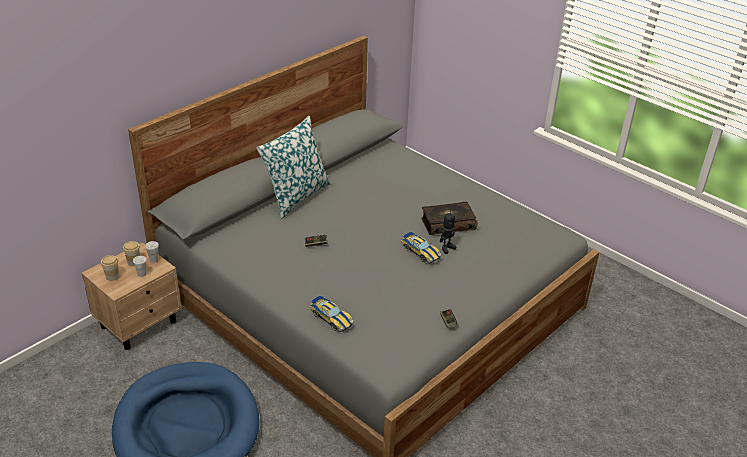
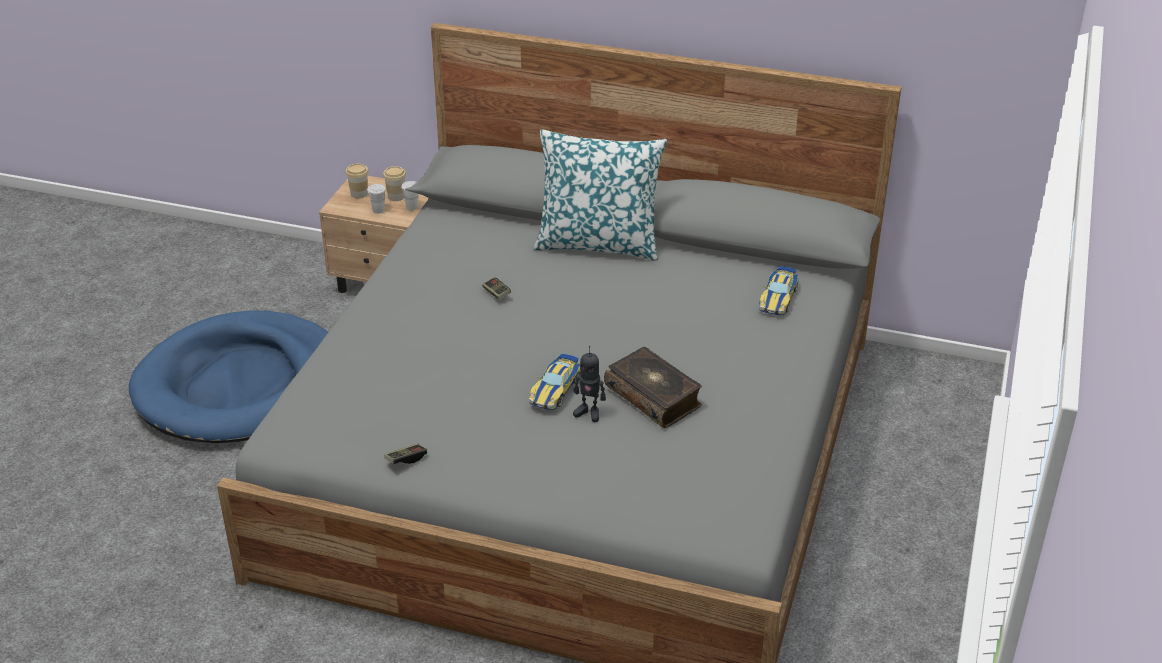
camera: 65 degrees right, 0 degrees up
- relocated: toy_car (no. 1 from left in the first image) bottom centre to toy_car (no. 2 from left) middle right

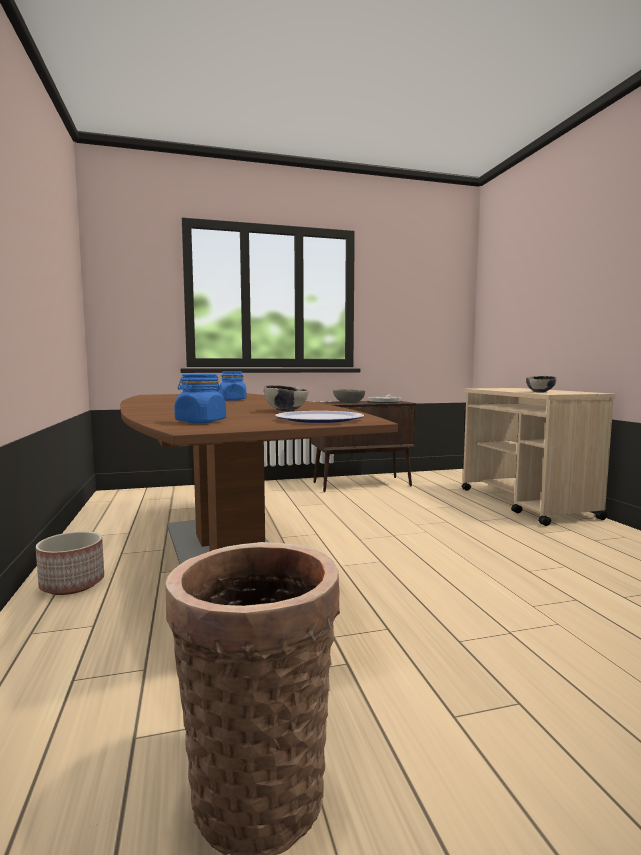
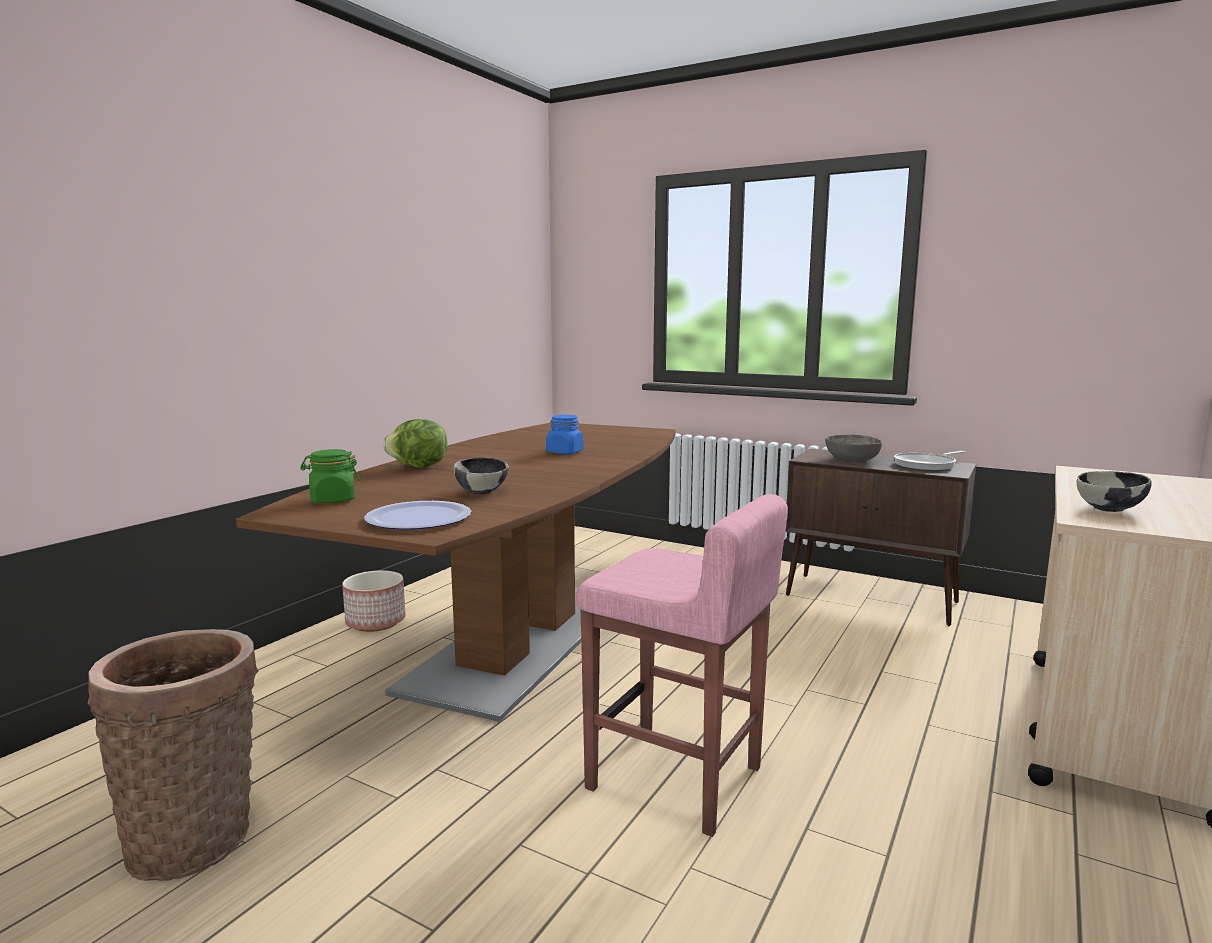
camera: 45 degrees right, 5 degrees up
- colour: blue_jar (no. 1 from left) middle left to green_jar middle left
- appeared: lettuce centre
- appeared: pink_stool bottom centre

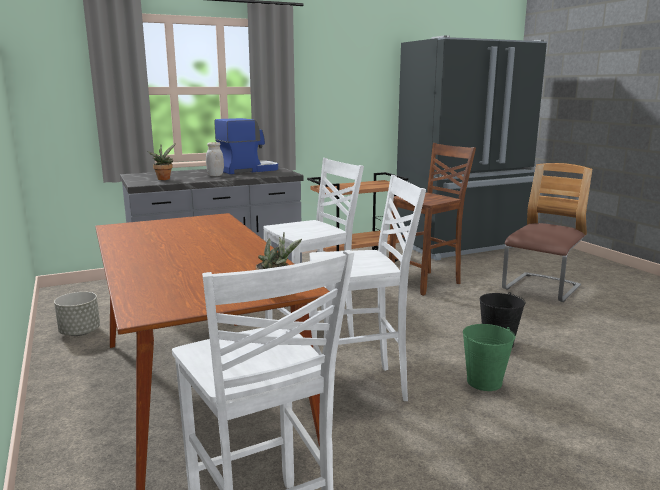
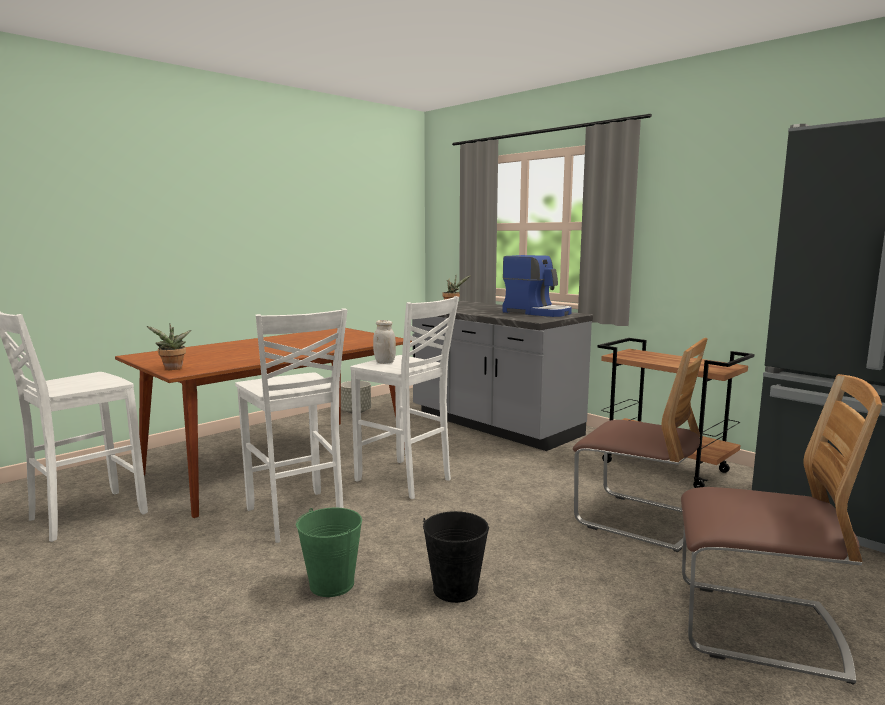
camera: 70 degrees right, 5 degrees down
- relocated: white_jar top left to centre
- exchanged: brown_stool centre to chair (no. 1 from left) middle right

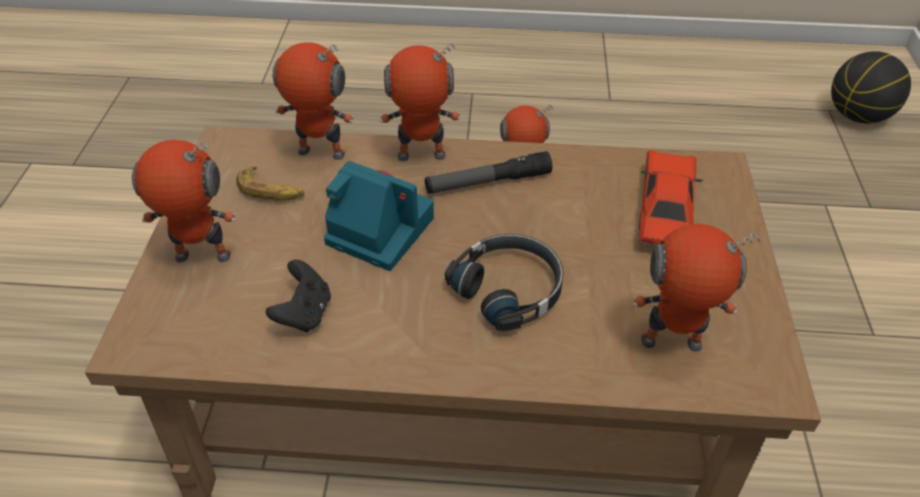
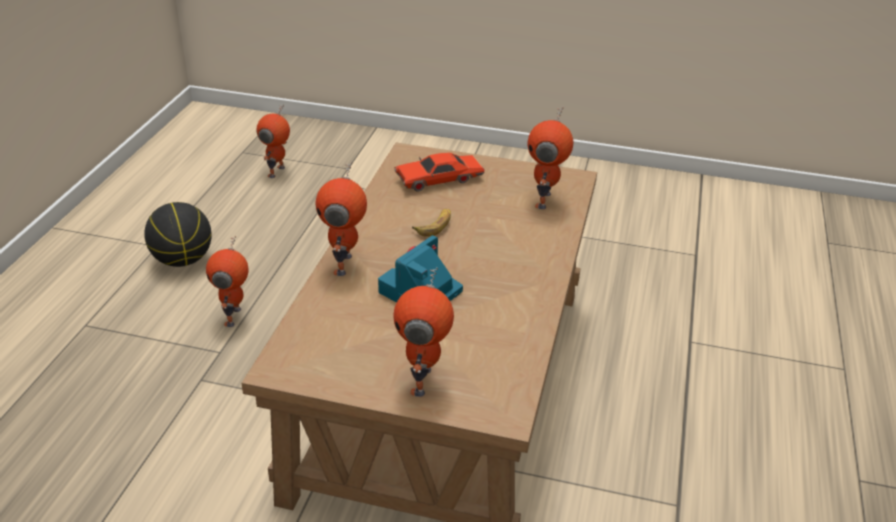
camera: 80 degrees left, 10 degrees down
- relocated: basketball top right to middle left
- relocated: toy_robot (no. 2 from left) top centre to top left
- spun: red_toy_car middle right = top centre 45 degrees counterclockwise
- relocated: banana middle left to centre
- missing: black_game_controller middle left
- missing: flashlight centre
- missing: black_headphones centre

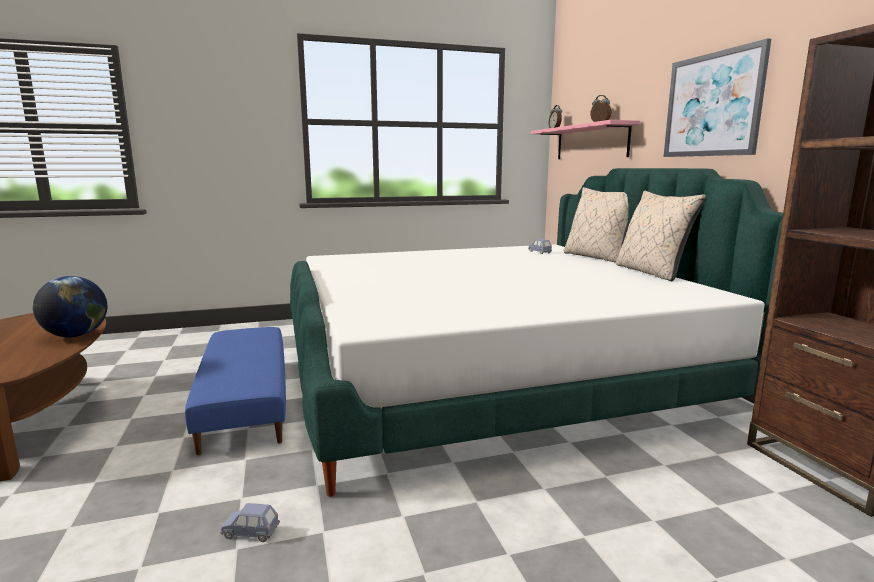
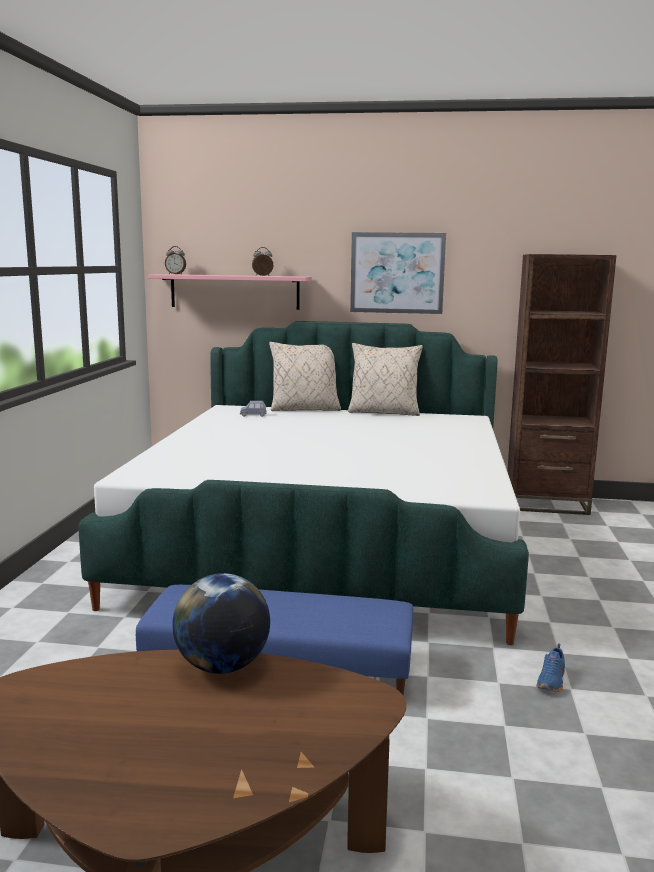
camera: 65 degrees left, 0 degrees up
- exchanged: blue_toy_car (no. 1 from left) bottom left to blue_shoe bottom right

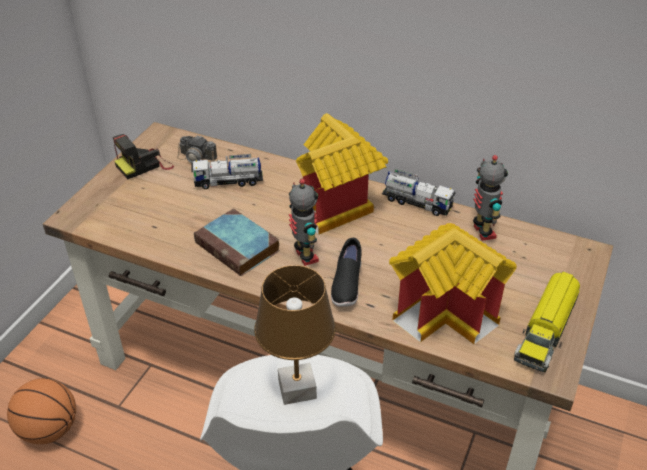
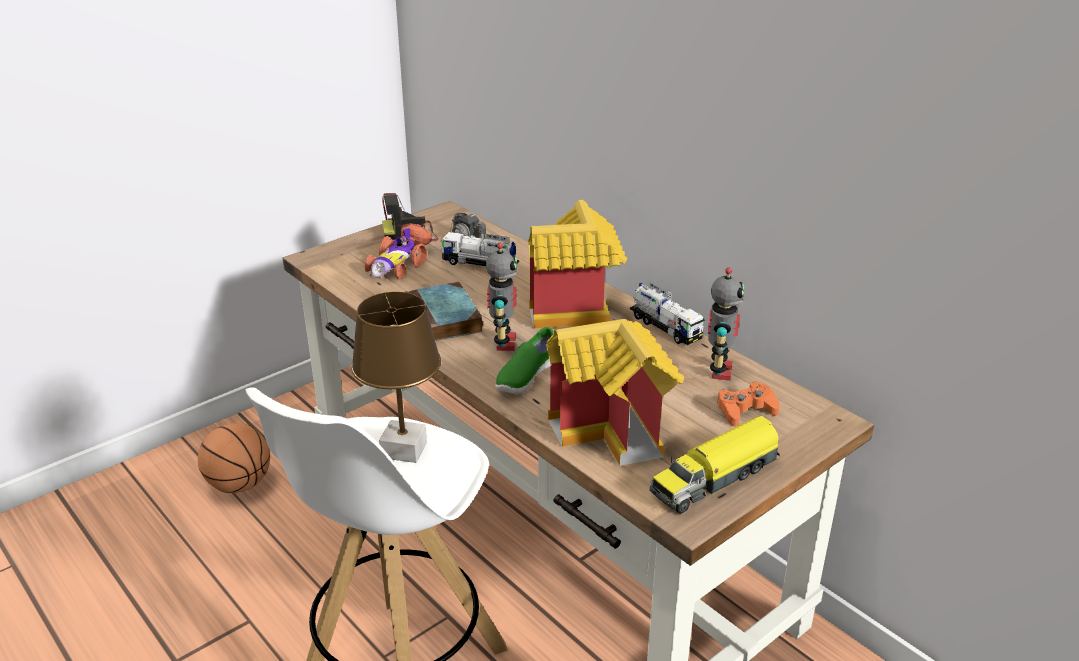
camera: 25 degrees right, 10 degrees down
- appeared: toy_car centre
- colour: black_shoe centre to green_shoe centre
- appeared: orange_game_controller middle right

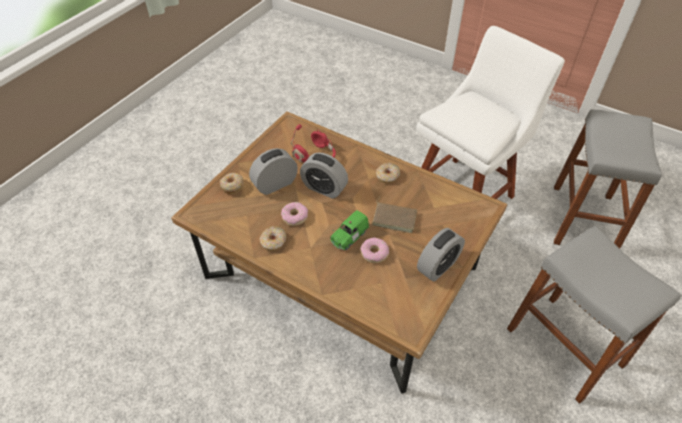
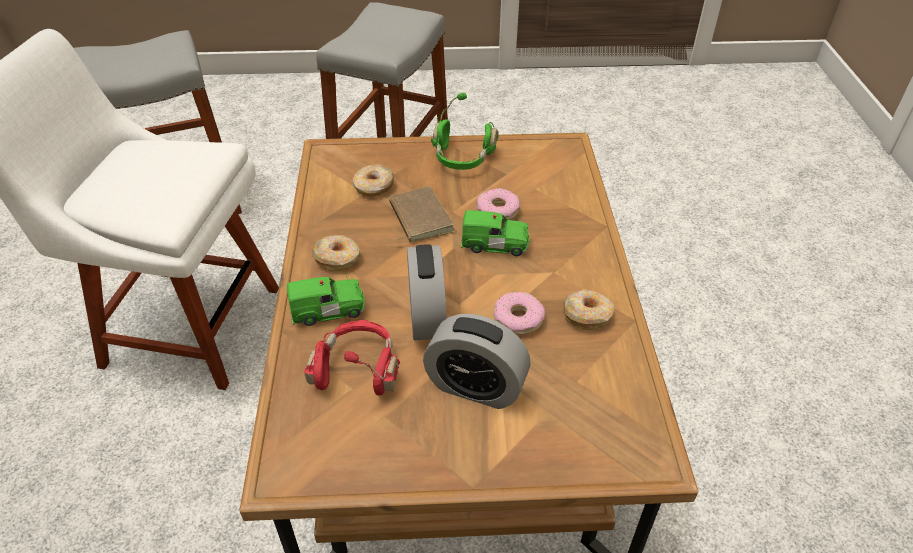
camera: 125 degrees left, 5 degrees down
- appeared: green_toy_car (no. 1 from left) centre
- relocated: donut (no. 1 from left in the first image) centre to donut (no. 2 from left) top centre
- exchanged: alarm_clock (no. 3 from left) centre to green_headphones top centre

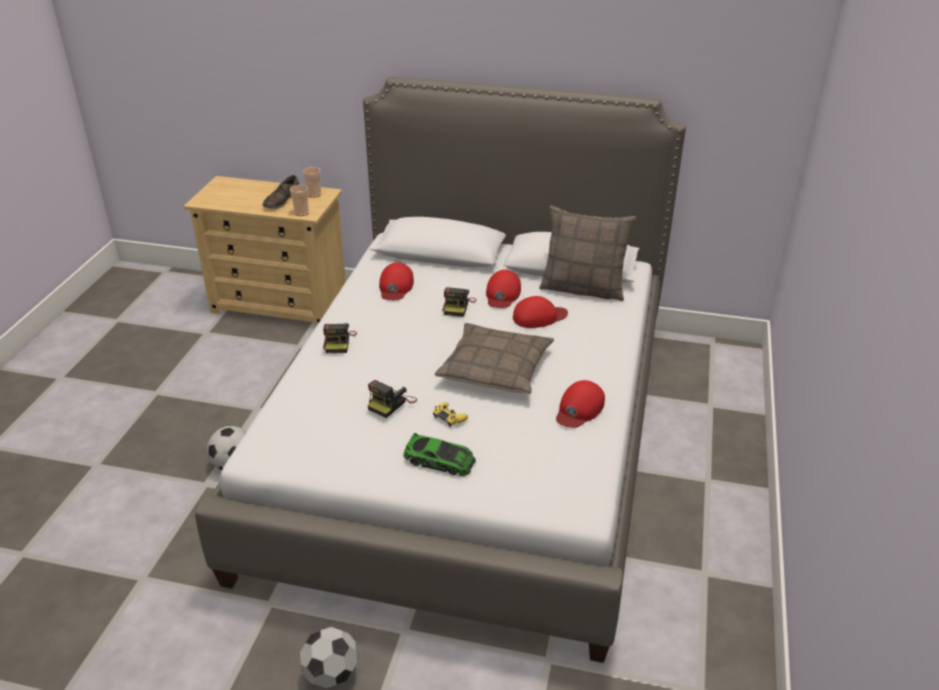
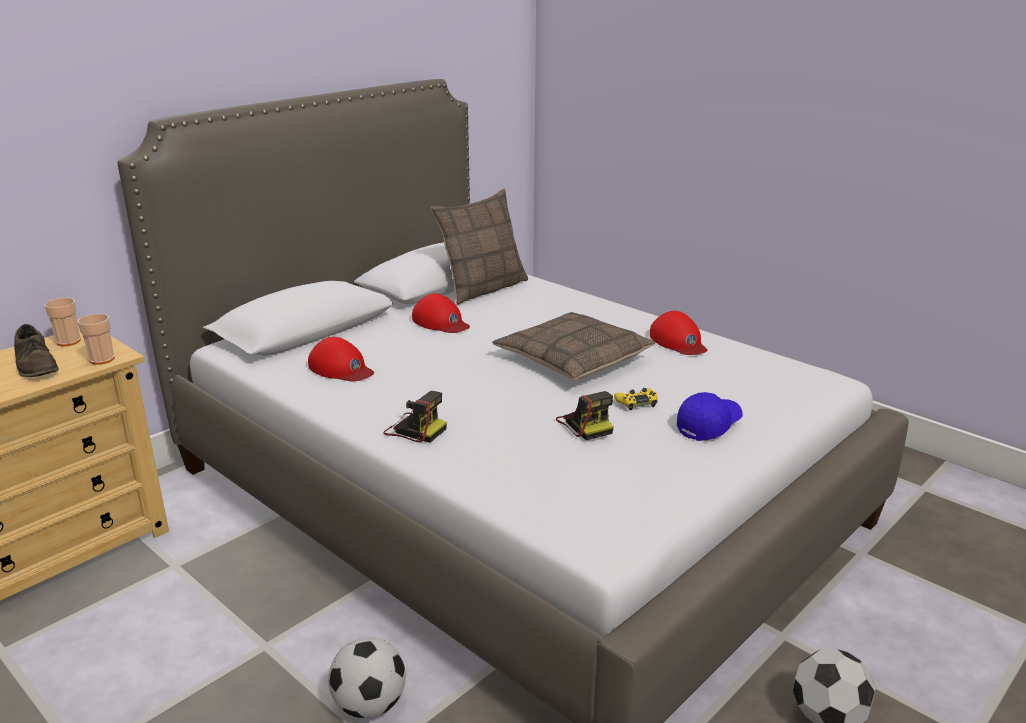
camera: 60 degrees left, 10 degrees down
- exchanged: toy_car centre to blue_cap middle right
- missing: photo_camera (no. 3 from left) centre
- missing: red_cap (no. 3 from left) centre

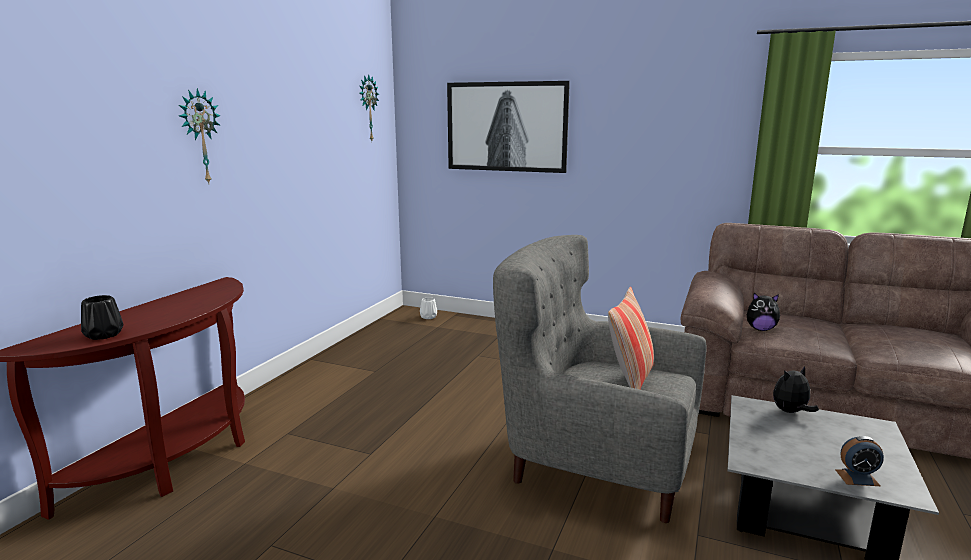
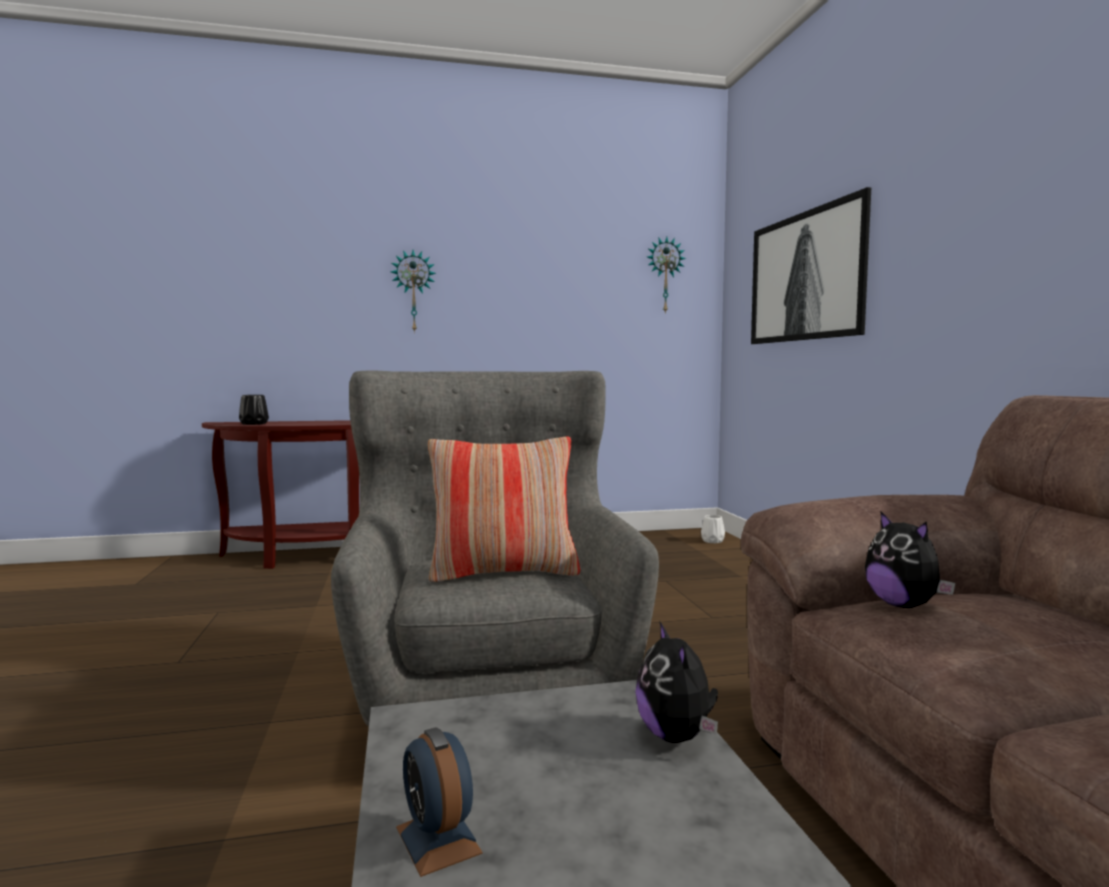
camera: 55 degrees right, 10 degrees down
- spun: plush_toy (no. 2 from left in the first image) bottom right = bottom centre 135 degrees counterclockwise

